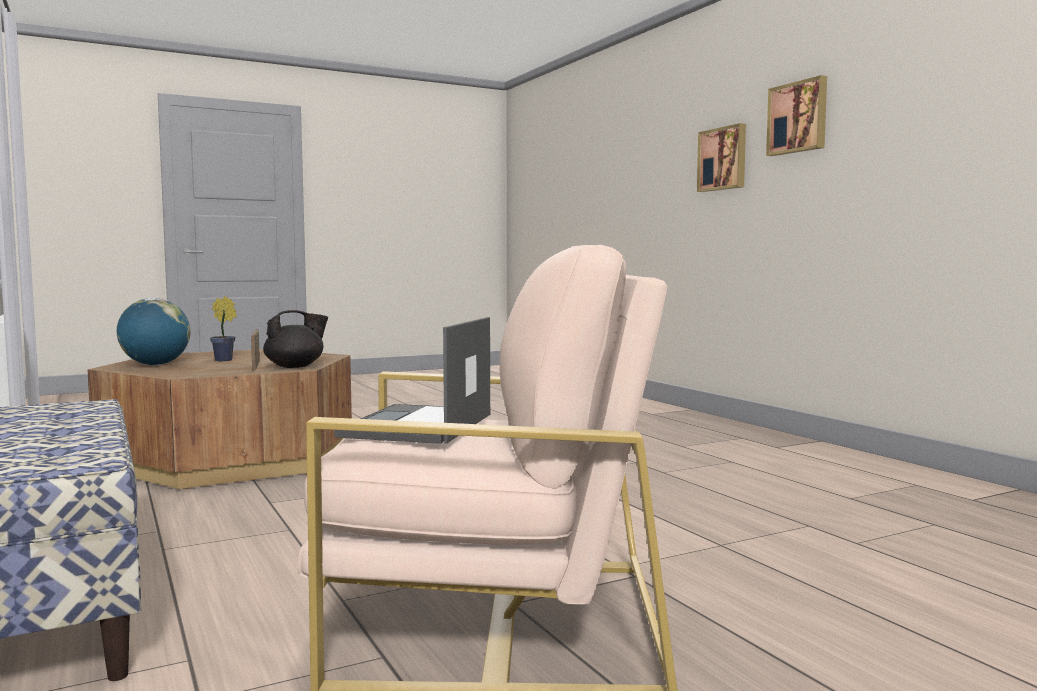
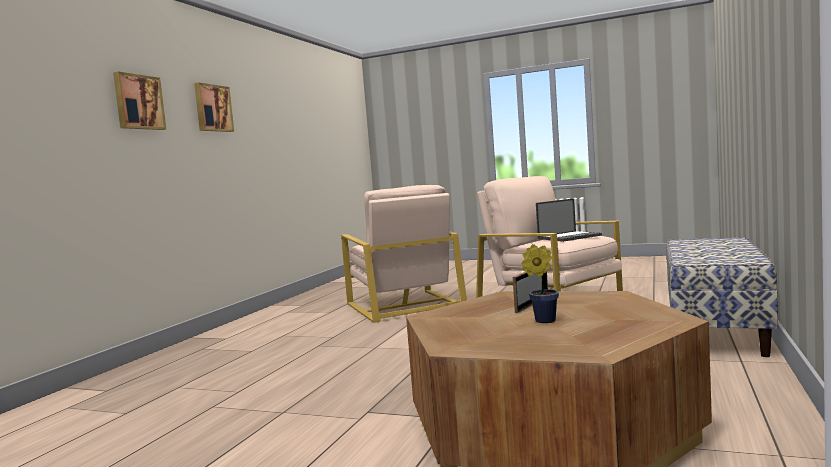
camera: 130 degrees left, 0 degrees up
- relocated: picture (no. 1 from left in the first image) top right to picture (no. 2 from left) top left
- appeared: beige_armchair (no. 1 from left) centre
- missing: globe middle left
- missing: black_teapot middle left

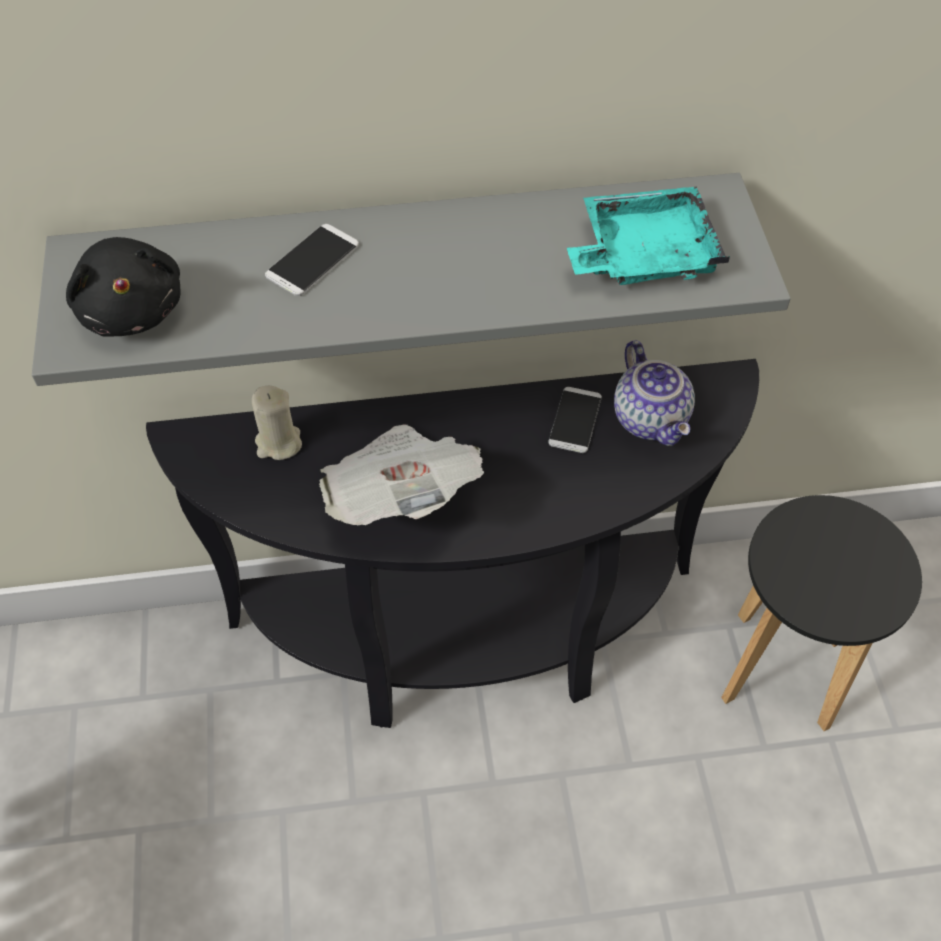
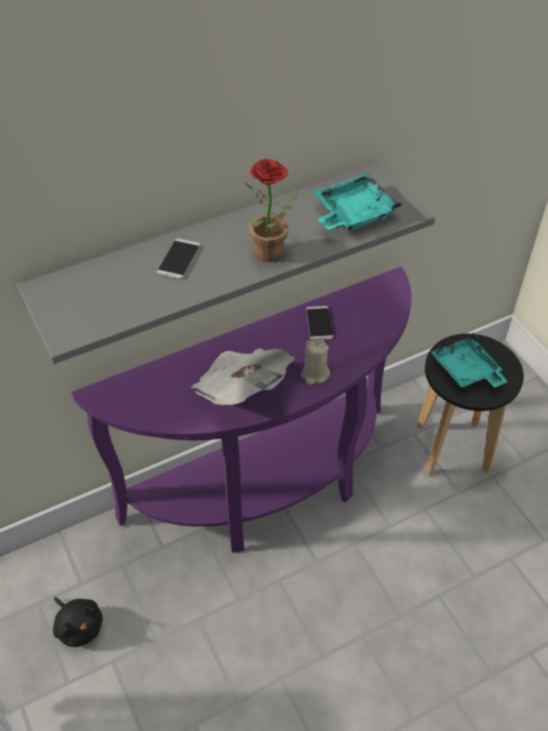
camera: 20 degrees left, 5 degrees down
- relocated: black_plush_toy top left to bottom left
- colour: black_console_table centre to purple_console_table centre
- appeared: potted_plant top centre
- relocated: beige_candle middle left to centre
- appeared: turquoise_tray (no. 2 from left) middle right
- missing: teapot middle right

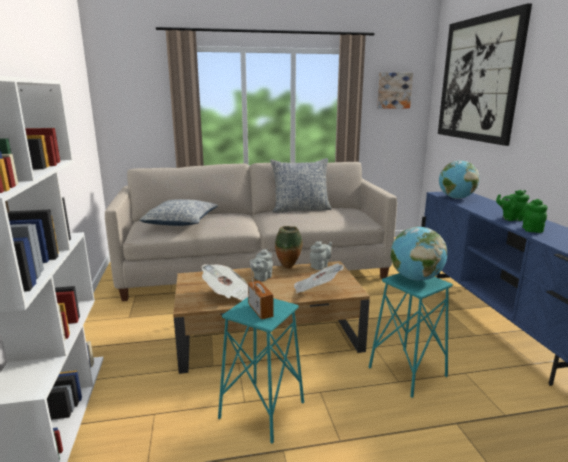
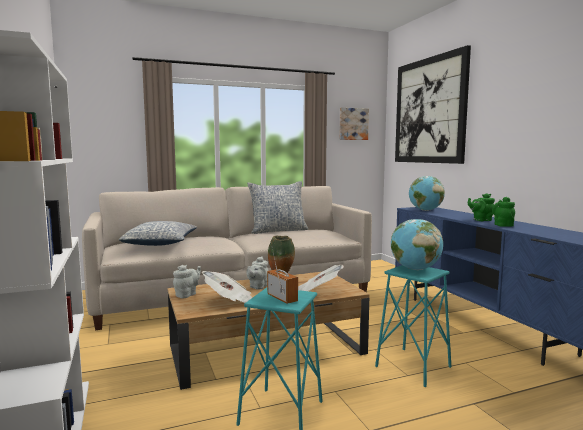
camera: 10 degrees left, 10 degrees down
- relocated: grey_teapot (no. 2 from left in the first image) centre to grey_teapot (no. 1 from left) middle left

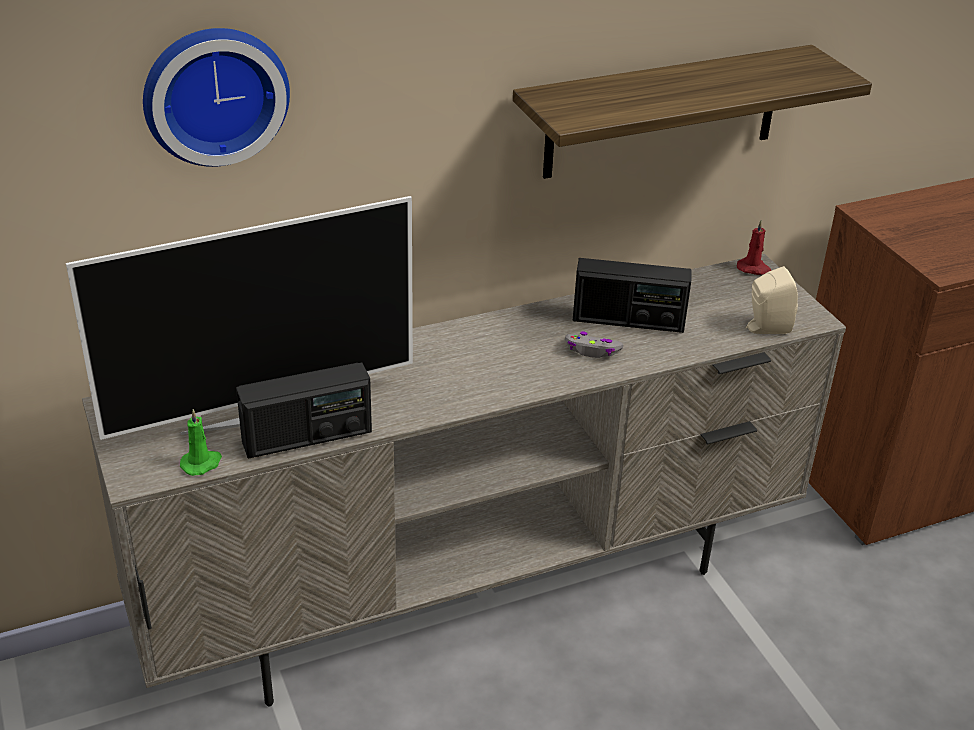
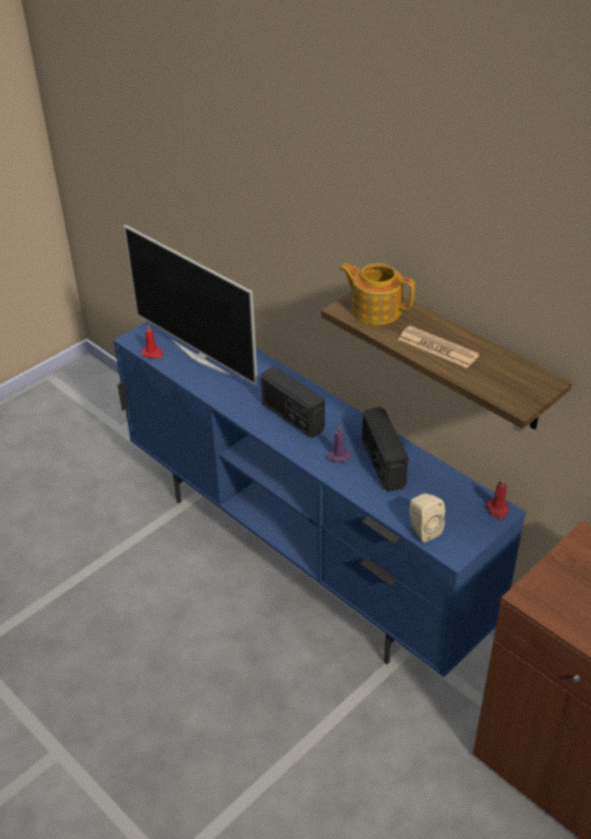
camera: 70 degrees right, 5 degrees up
- colour: beige_tv_stand centre to blue_tv_stand centre
- colour: green_candle middle left to red_candle (no. 1 from left) middle left
- relocated: radio (no. 1 from left) middle left to centre
- exchanged: grey_game_controller centre to purple_candle centre
- appeared: teapot centre
- appeared: newspaper middle right
- missing: wall_clock top left

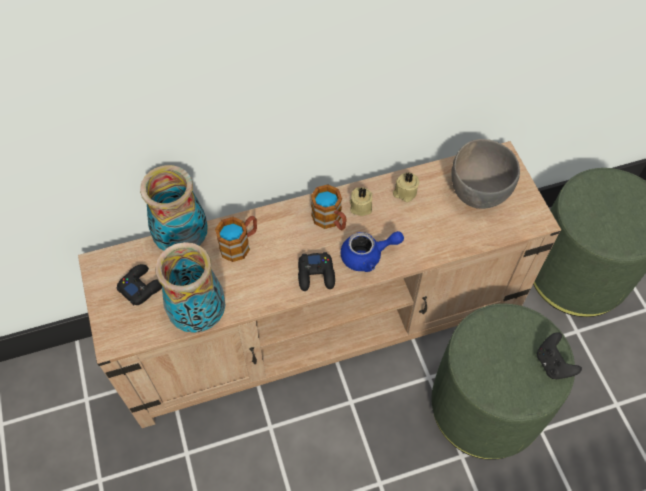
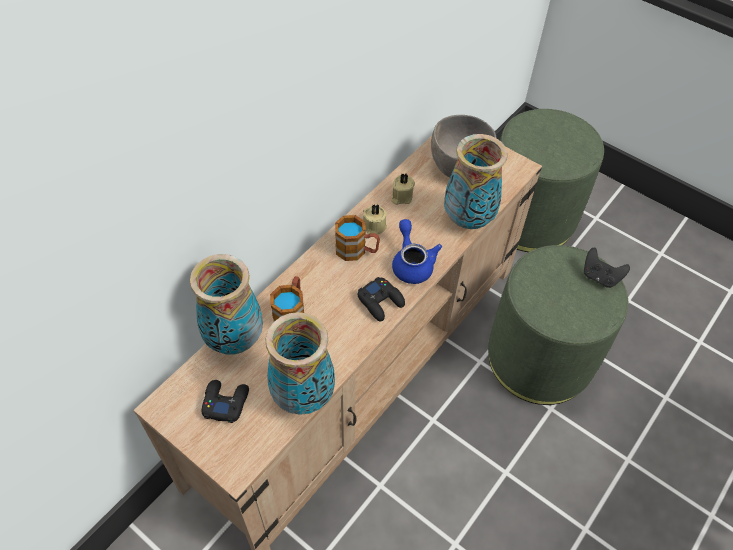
camera: 35 degrees left, 5 degrees down
- spun: blue_teapot centre = centre 60 degrees counterclockwise
- appeared: vase (no. 3 from left) top centre

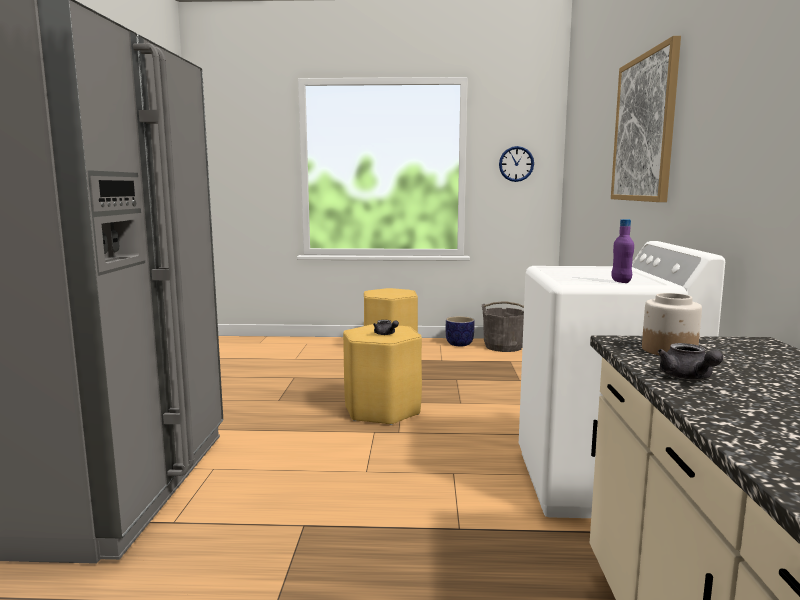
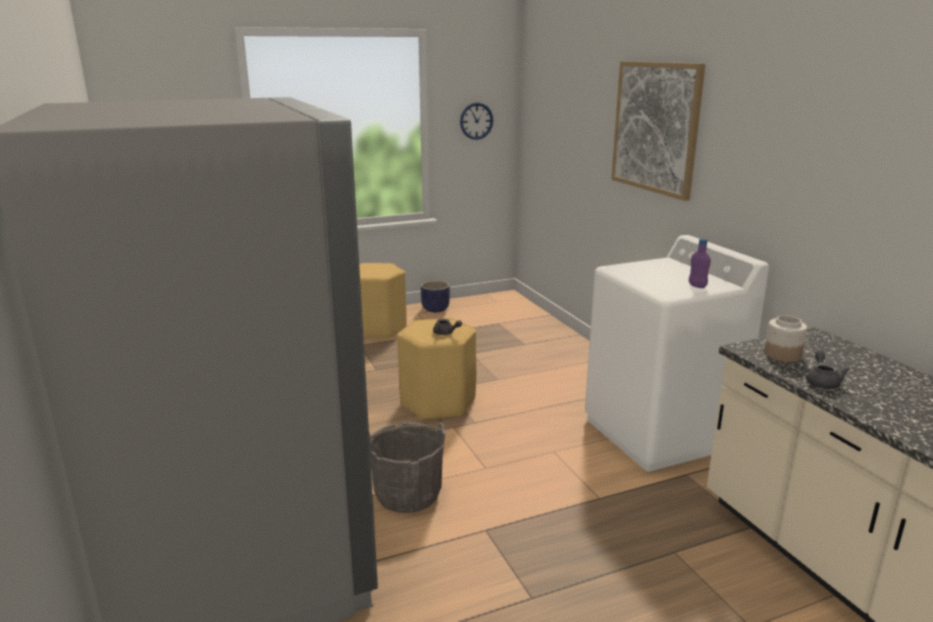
camera: 25 degrees left, 10 degrees up
- relocated: grey_bucket centre to bottom centre
- spun: grey_teapot (no. 2 from left) middle right = middle right 135 degrees counterclockwise

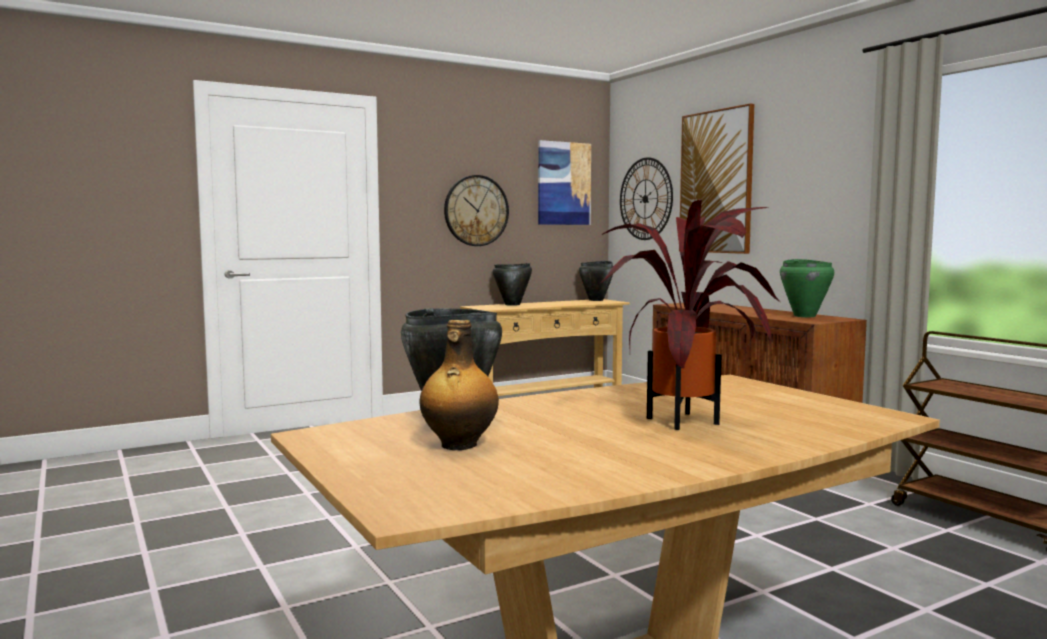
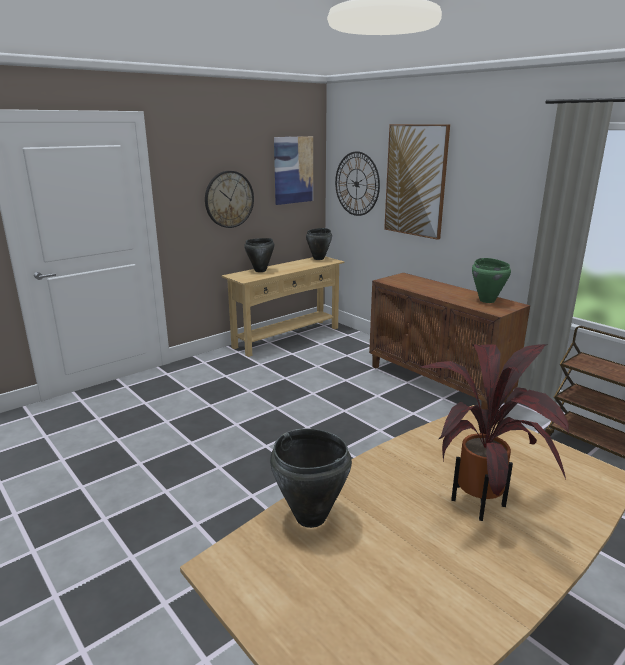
camera: 10 degrees left, 15 degrees up
- missing: bottle centre

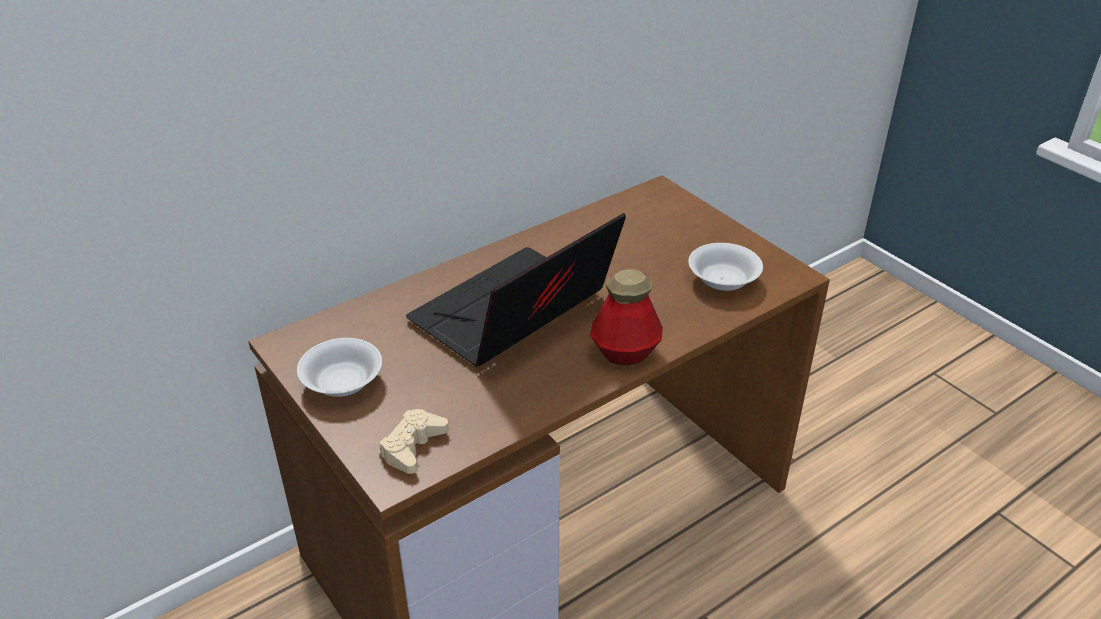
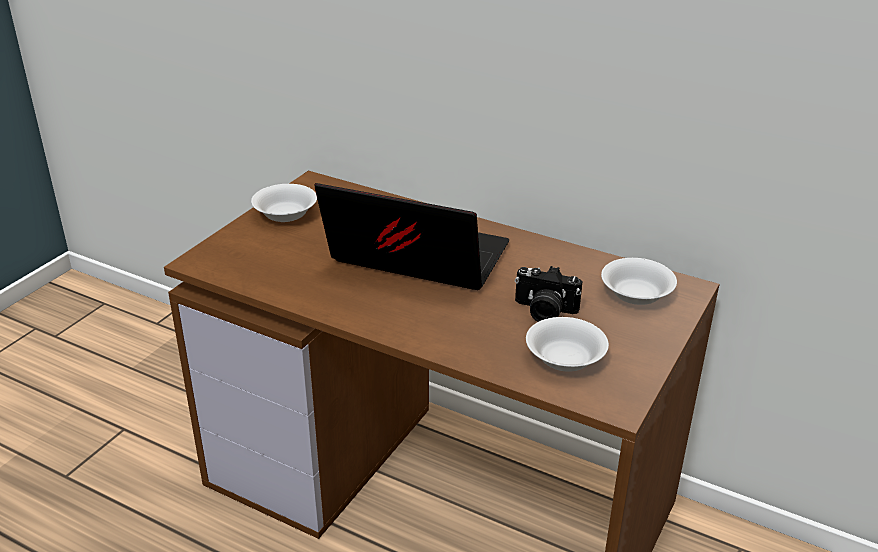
camera: 65 degrees right, 5 degrees down
- appeared: photo_camera centre
- appeared: white_bowl (no. 3 from left) middle right
- missing: beige_game_controller bottom centre
- missing: bottle centre

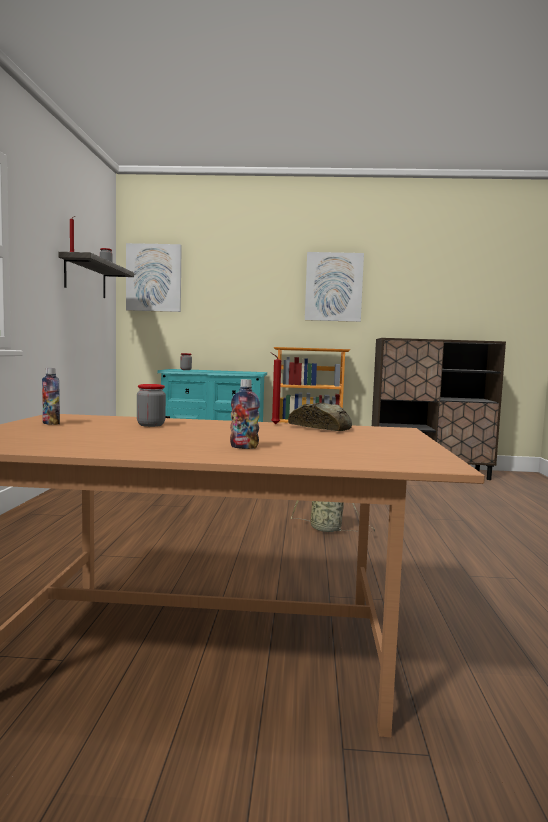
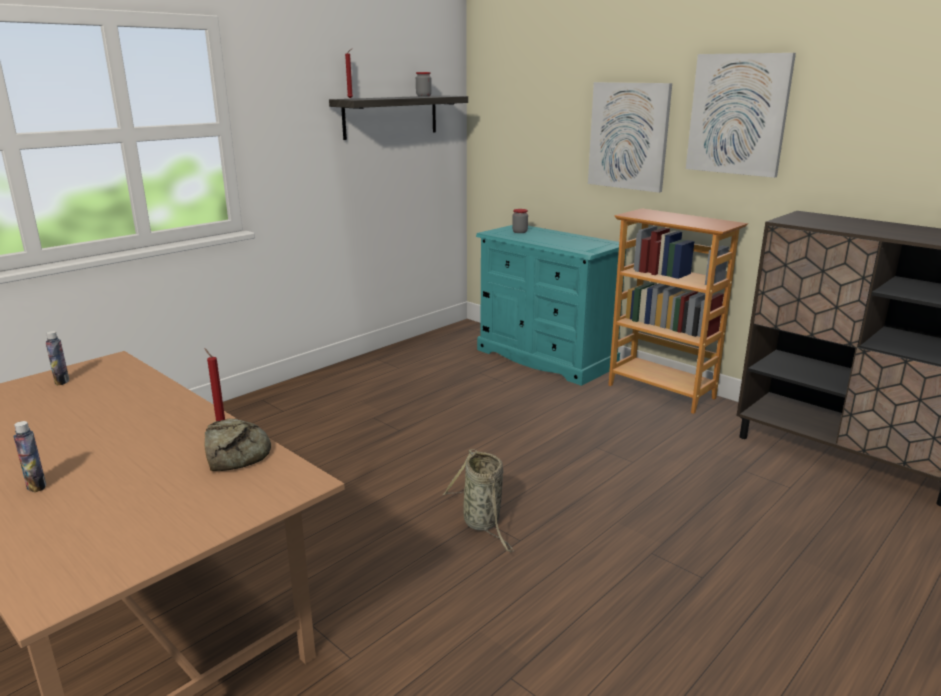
camera: 40 degrees right, 15 degrees up
- relocated: picture (no. 1 from left) middle left to top right
- missing: jar (no. 2 from left) middle left

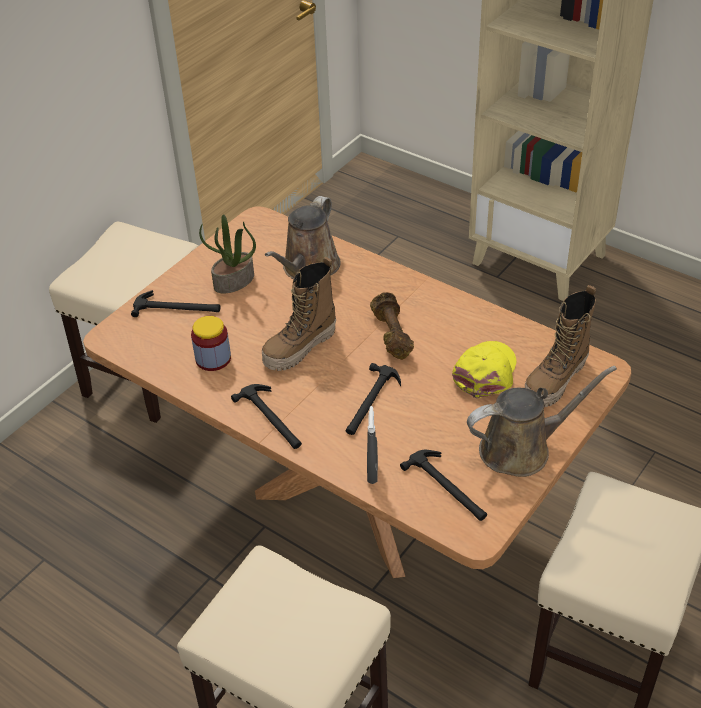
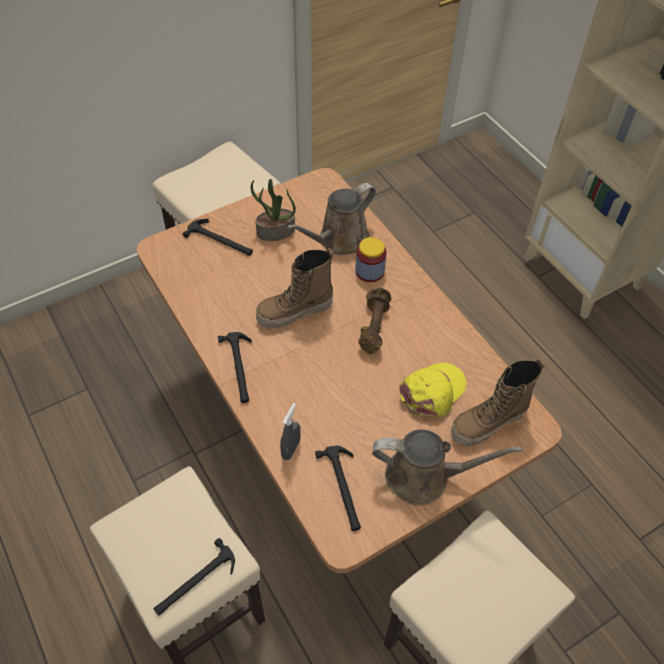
camera: 20 degrees right, 10 degrees up
- relocated: hammer (no. 3 from left in the first image) centre to hammer (no. 1 from left) bottom left
- relocated: jar middle left to centre

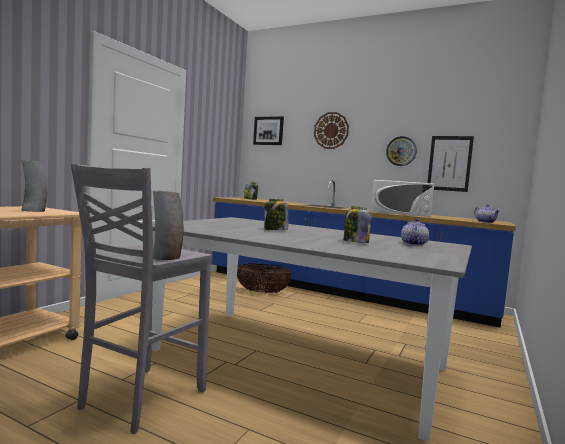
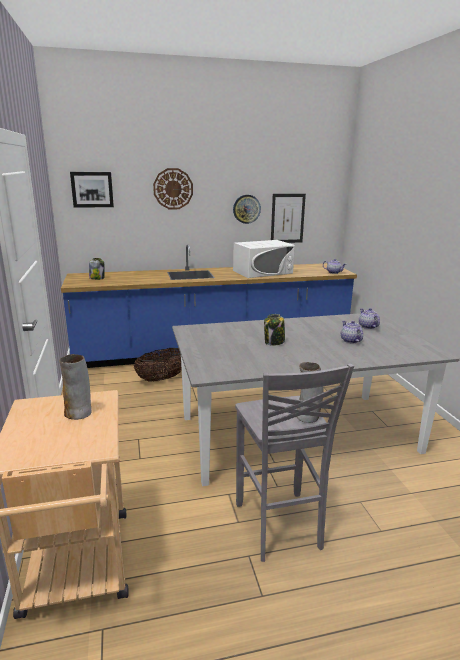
camera: 40 degrees left, 15 degrees up
- exchanged: jar (no. 3 from left) centre to teapot (no. 2 from left) middle right

